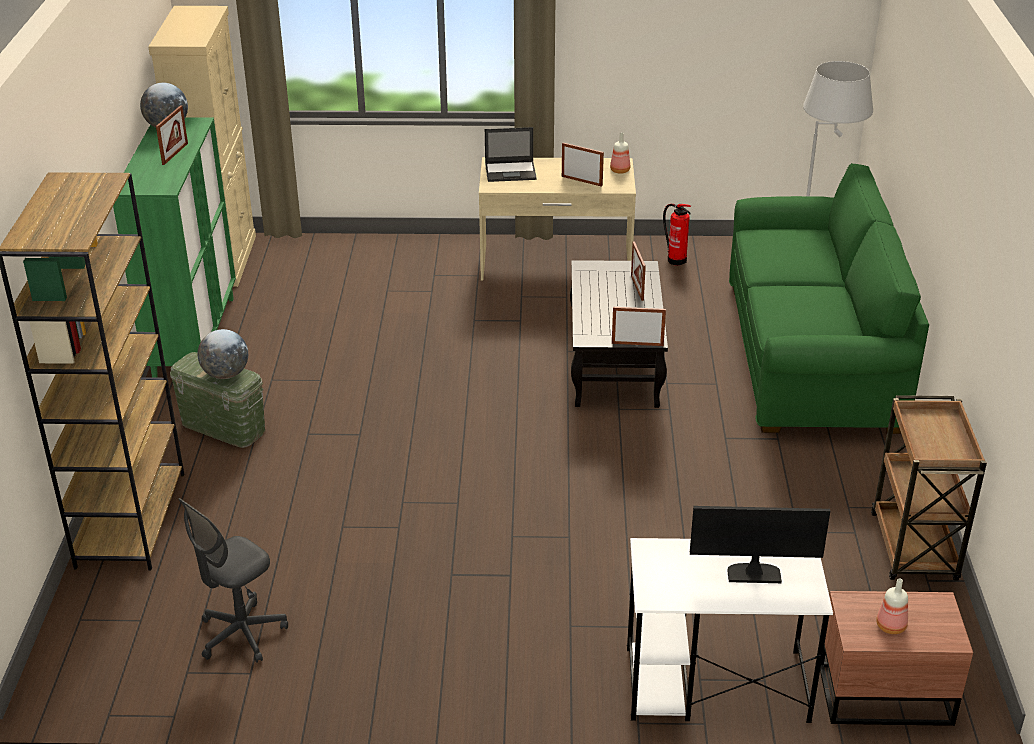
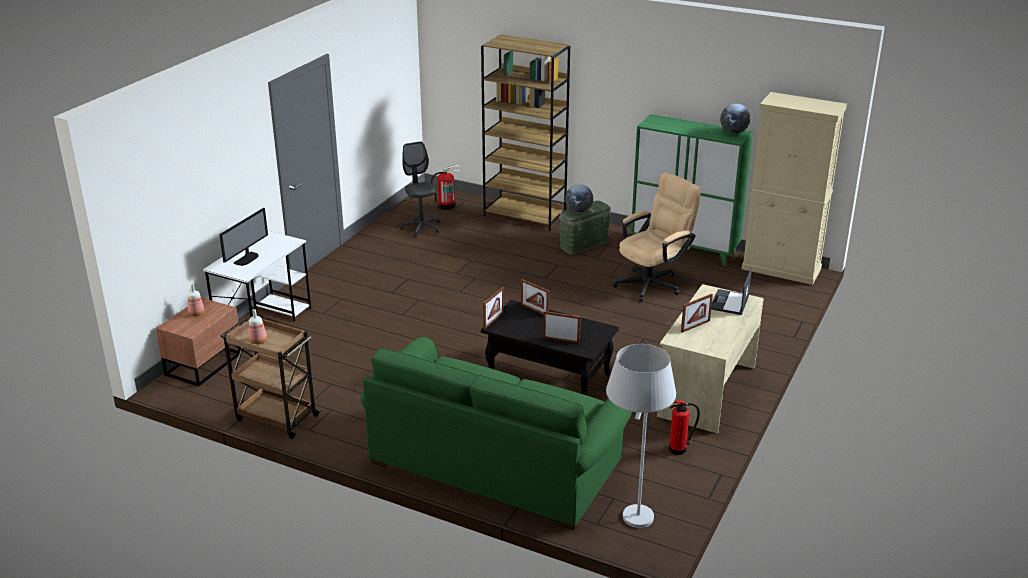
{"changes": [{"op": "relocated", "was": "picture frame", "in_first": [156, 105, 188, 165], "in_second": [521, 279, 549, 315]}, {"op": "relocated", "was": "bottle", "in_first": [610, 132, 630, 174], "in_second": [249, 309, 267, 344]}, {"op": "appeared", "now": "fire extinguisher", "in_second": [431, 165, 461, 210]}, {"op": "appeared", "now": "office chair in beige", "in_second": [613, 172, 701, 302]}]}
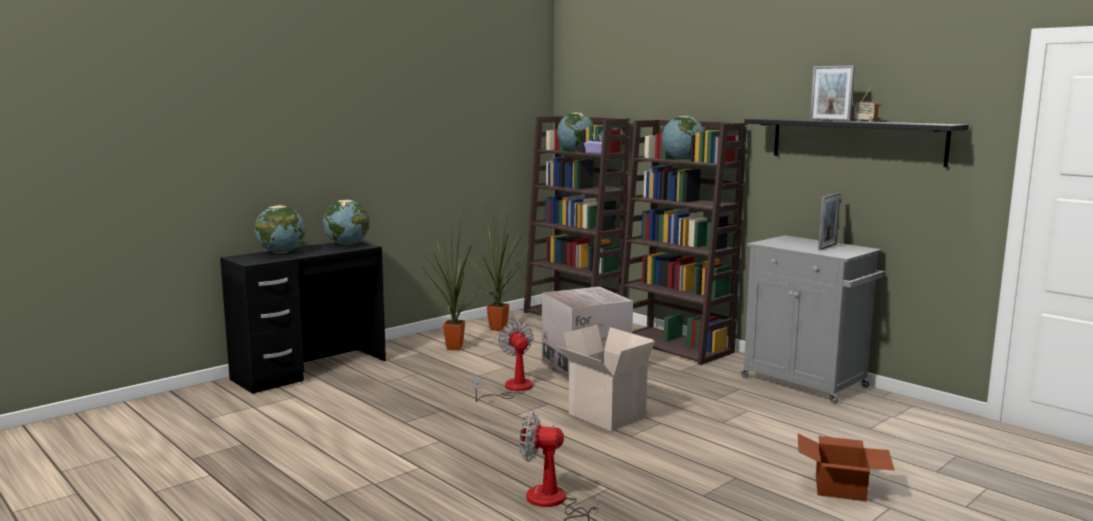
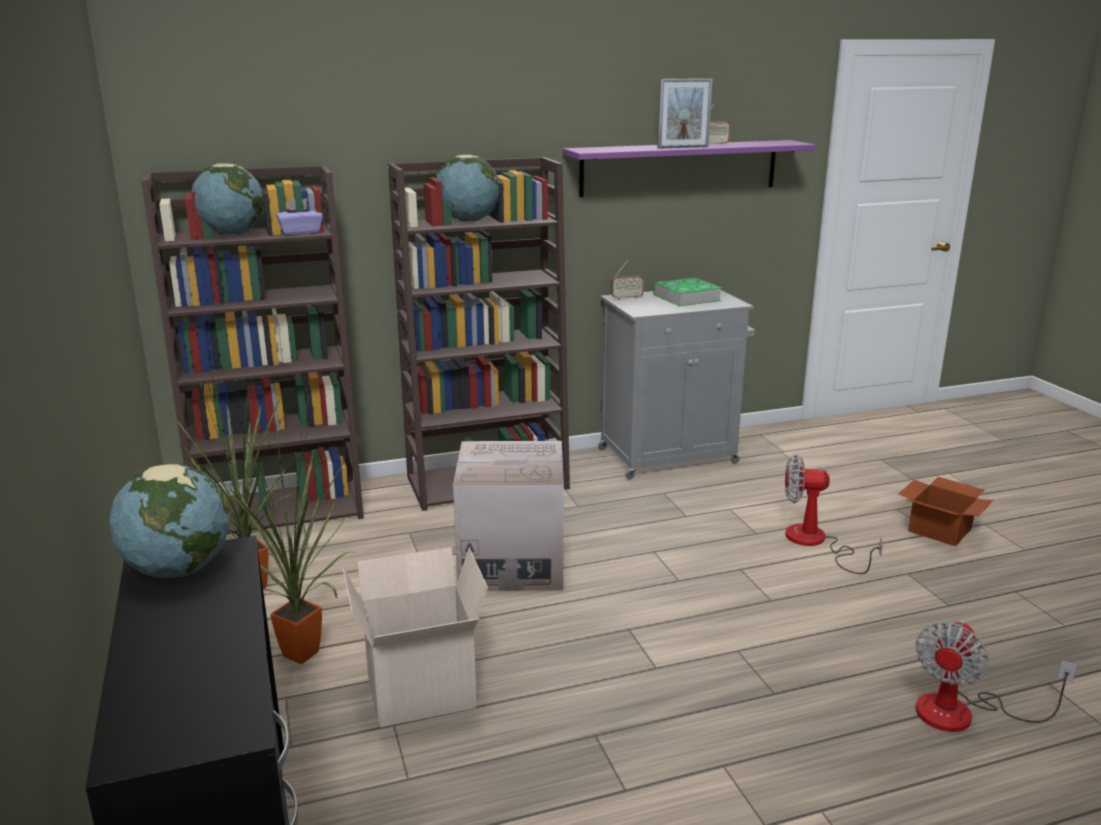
{"changes": [{"op": "missing", "was": "globe", "in_first": [255, 205, 305, 253]}, {"op": "relocated", "was": "fan", "in_first": [473, 321, 533, 402], "in_second": [785, 454, 883, 574]}, {"op": "relocated", "was": "cardboard box", "in_first": [557, 324, 655, 431], "in_second": [343, 547, 488, 728]}, {"op": "colour", "was": "shelf in black", "now": "shelf in purple", "in_first": [744, 118, 969, 167], "in_second": [563, 140, 816, 197]}, {"op": "exchanged", "was": "picture frame", "now": "book", "in_first": [818, 193, 841, 250], "in_second": [653, 277, 722, 306]}, {"op": "appeared", "now": "radio", "in_second": [611, 260, 644, 300]}]}
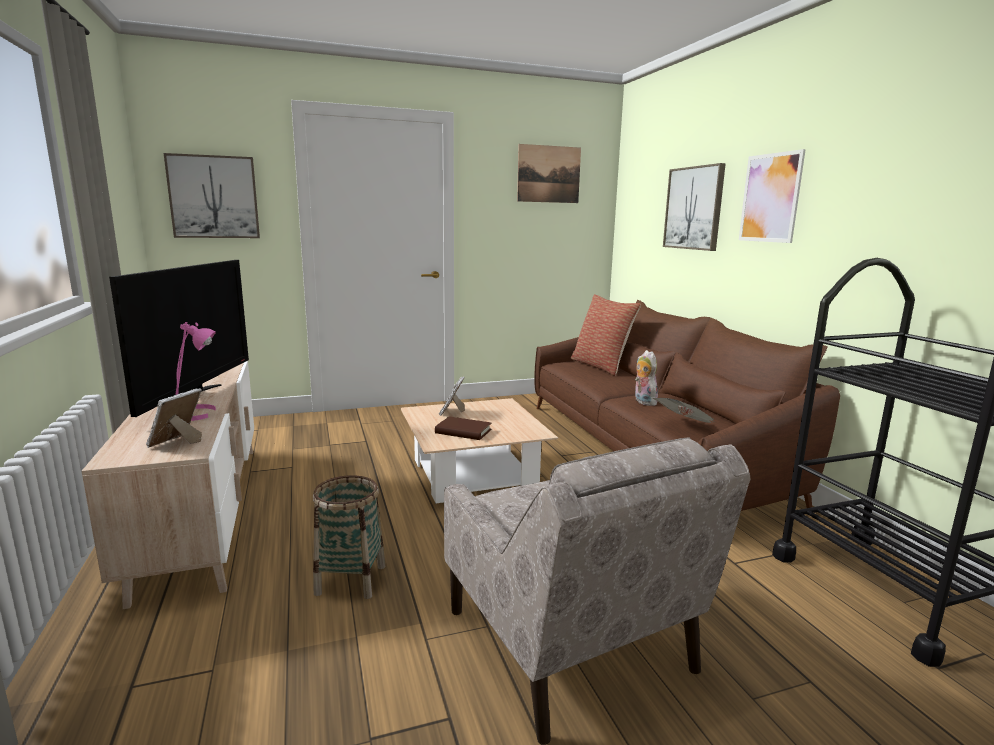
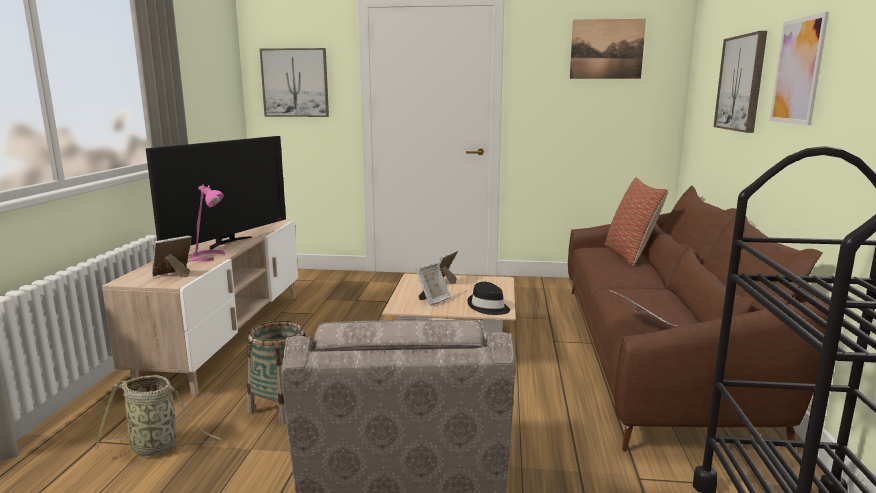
{"changes": [{"op": "exchanged", "was": "book in brown", "now": "picture frame", "in_first": [435, 417, 491, 440], "in_second": [415, 263, 451, 306]}, {"op": "missing", "was": "plush toy", "in_first": [635, 350, 658, 406]}, {"op": "appeared", "now": "basket", "in_second": [95, 375, 222, 456]}, {"op": "appeared", "now": "hat in black", "in_second": [467, 282, 510, 315]}]}
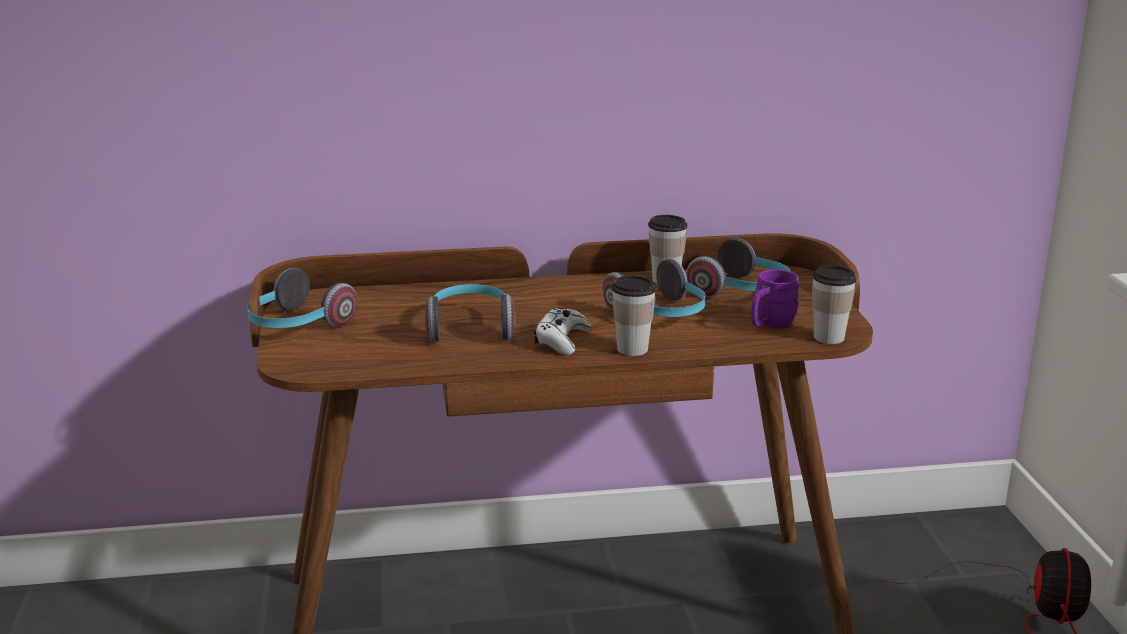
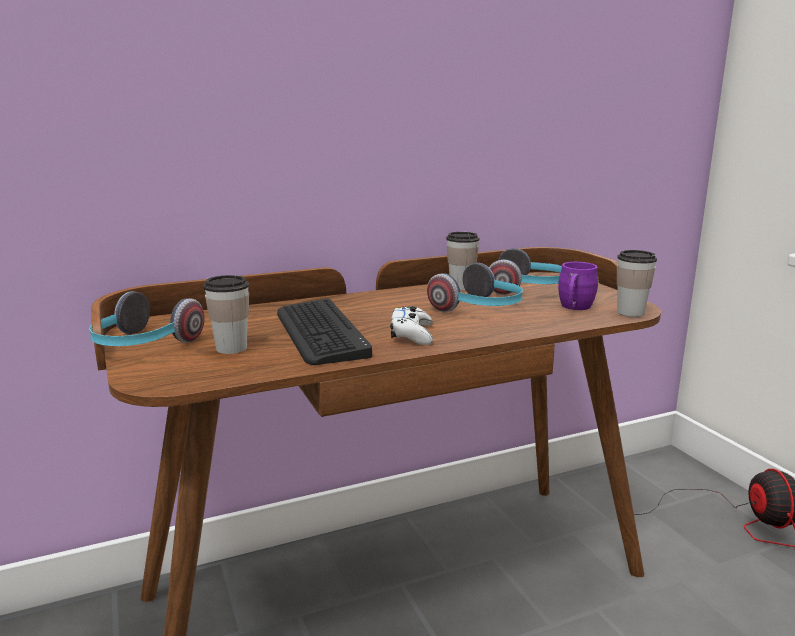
{"changes": [{"op": "exchanged", "was": "headphones", "now": "keyboard", "in_first": [424, 284, 516, 342], "in_second": [277, 299, 372, 365]}, {"op": "relocated", "was": "cup", "in_first": [612, 275, 656, 356], "in_second": [203, 275, 249, 354]}]}
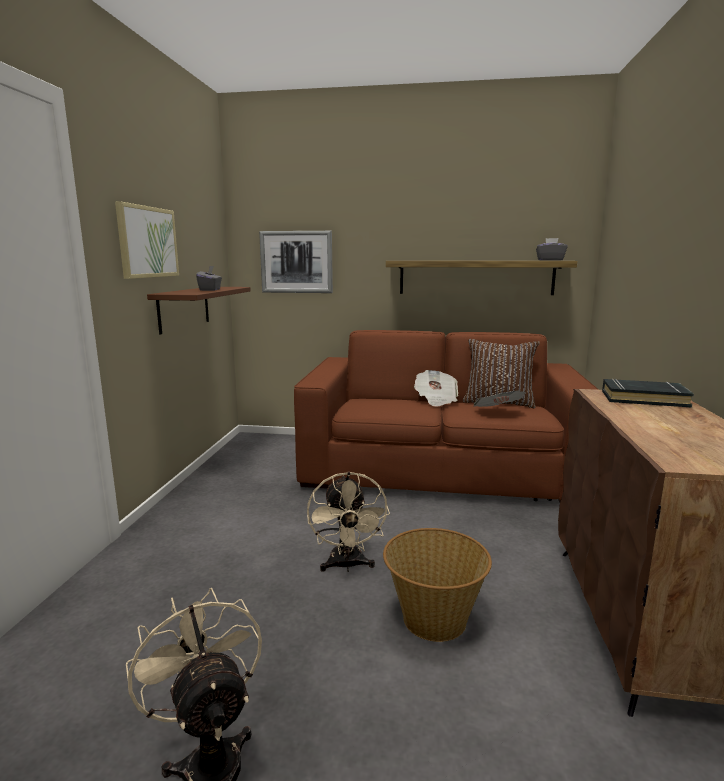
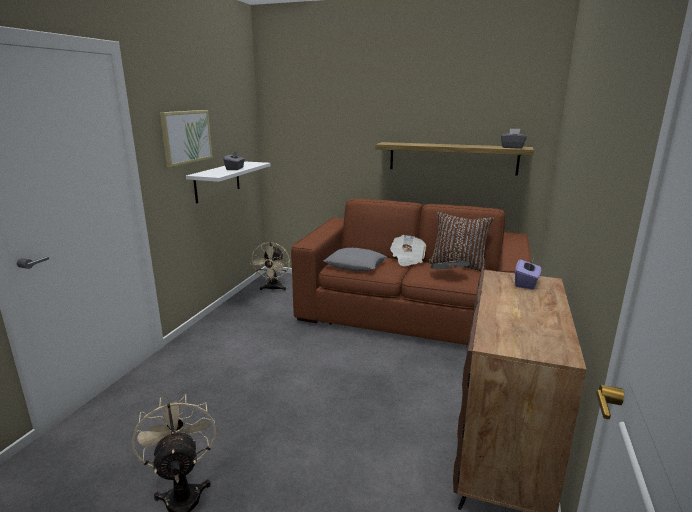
{"changes": [{"op": "colour", "was": "shelf in brown", "now": "shelf in white", "in_first": [147, 287, 251, 334], "in_second": [186, 161, 271, 204]}, {"op": "missing", "was": "picture", "in_first": [259, 231, 333, 293]}, {"op": "relocated", "was": "fan in beige", "in_first": [307, 472, 390, 572], "in_second": [250, 242, 290, 291]}, {"op": "missing", "was": "basket", "in_first": [383, 528, 492, 642]}, {"op": "exchanged", "was": "book in black", "now": "tissue box in purple", "in_first": [602, 379, 694, 408], "in_second": [515, 257, 541, 289]}, {"op": "appeared", "now": "pillow in grey", "in_second": [324, 248, 387, 271]}]}
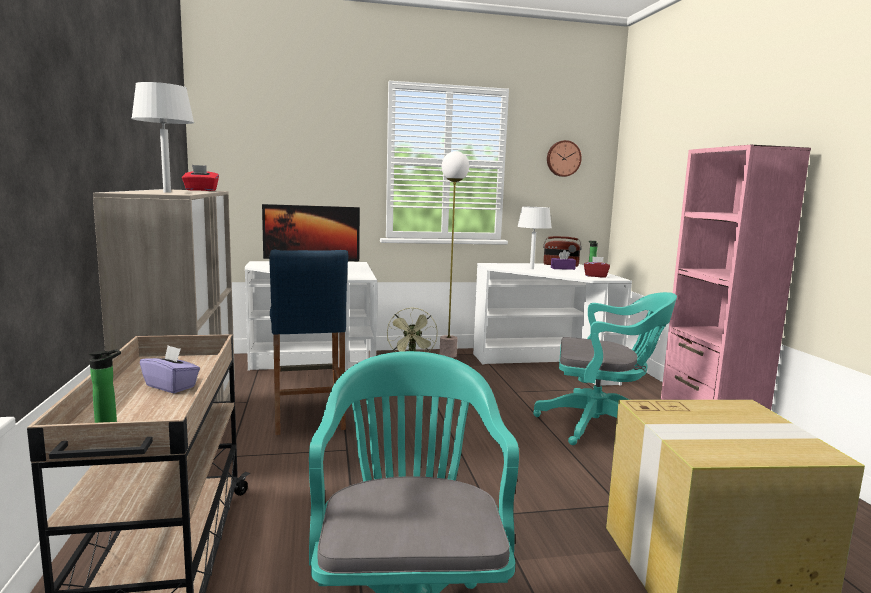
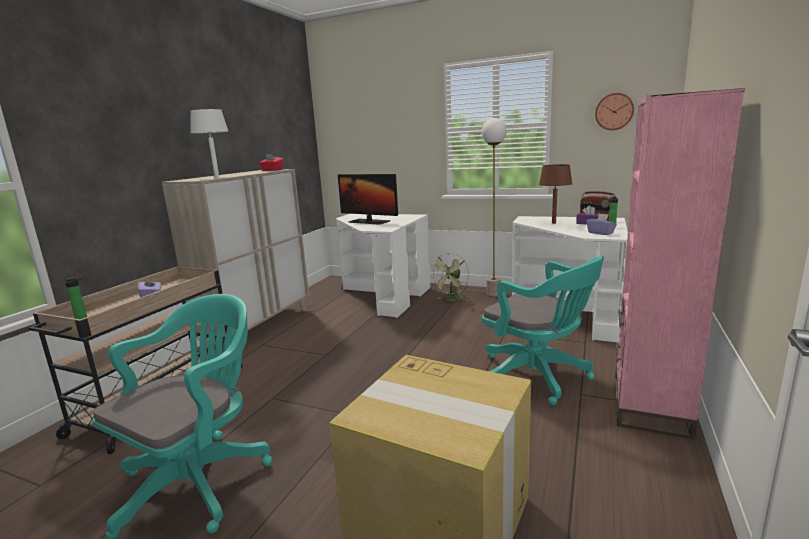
{"changes": [{"op": "missing", "was": "stool in blue", "in_first": [269, 249, 349, 435]}, {"op": "colour", "was": "table lamp in white", "now": "table lamp in brown", "in_first": [517, 207, 552, 269], "in_second": [539, 164, 572, 224]}, {"op": "colour", "was": "tissue box in red", "now": "tissue box in purple", "in_first": [584, 257, 610, 278], "in_second": [586, 213, 617, 235]}]}
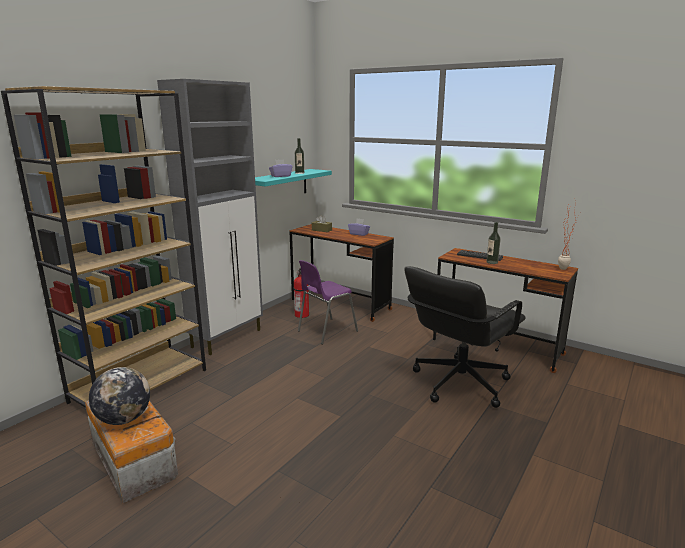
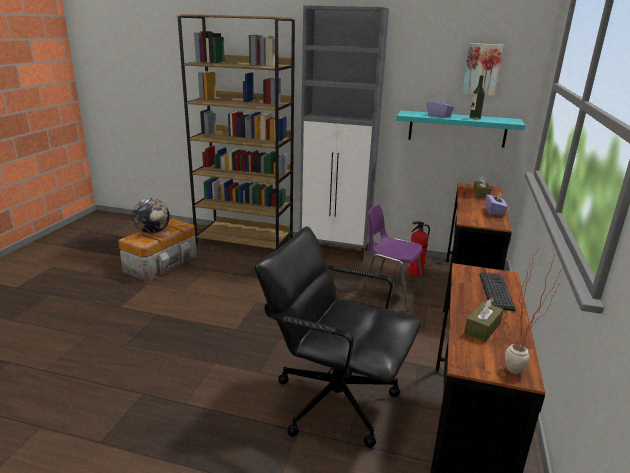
{"changes": [{"op": "missing", "was": "bottle", "in_first": [486, 222, 501, 264]}, {"op": "appeared", "now": "picture", "in_second": [462, 43, 503, 96]}, {"op": "appeared", "now": "tissue box in brown", "in_second": [464, 298, 503, 342]}]}
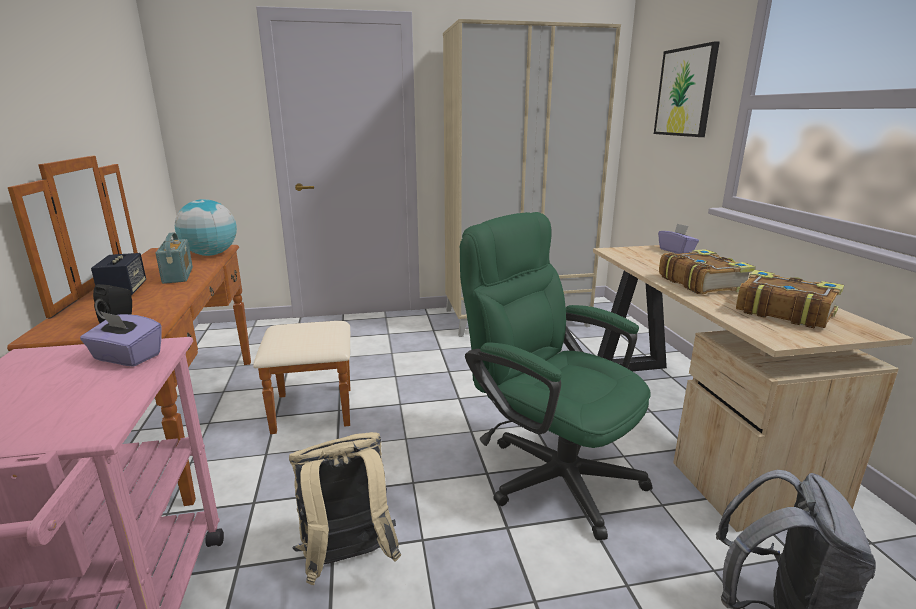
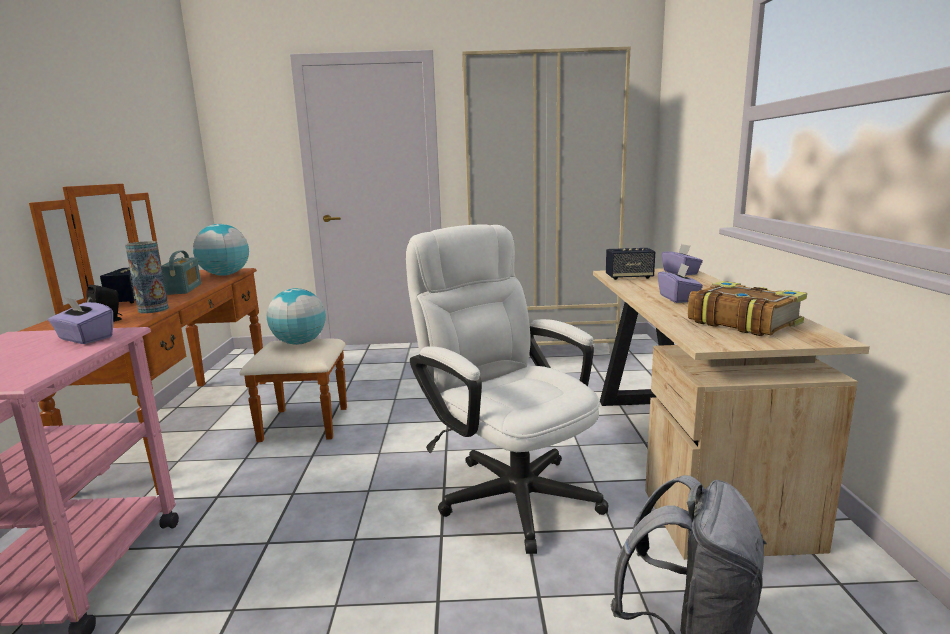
{"changes": [{"op": "missing", "was": "backpack in beige", "in_first": [289, 432, 401, 585]}, {"op": "colour", "was": "office chair in green", "now": "office chair in white", "in_first": [460, 212, 652, 540], "in_second": [406, 224, 608, 554]}, {"op": "missing", "was": "picture", "in_first": [654, 41, 719, 137]}, {"op": "exchanged", "was": "book", "now": "tissue box in purple", "in_first": [659, 249, 756, 294], "in_second": [658, 264, 703, 303]}, {"op": "appeared", "now": "vase", "in_second": [125, 241, 169, 313]}, {"op": "appeared", "now": "globe", "in_second": [267, 288, 326, 345]}, {"op": "appeared", "now": "speaker", "in_second": [606, 248, 655, 280]}]}
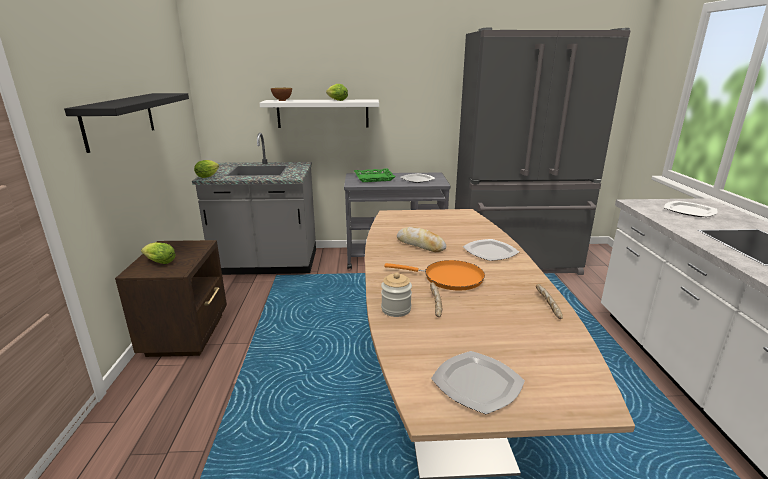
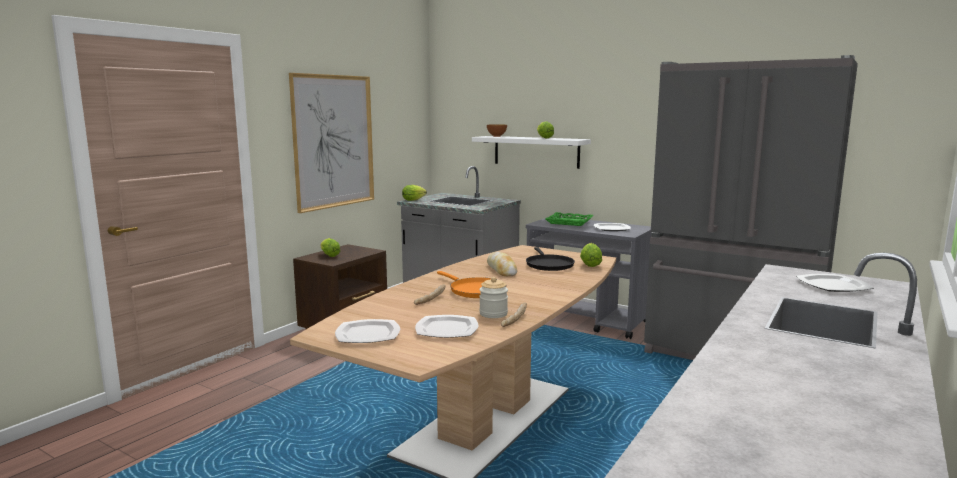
{"changes": [{"op": "exchanged", "was": "shelf in black", "now": "picture", "in_first": [64, 93, 189, 153], "in_second": [289, 73, 374, 213]}, {"op": "relocated", "was": "jar", "in_first": [381, 273, 412, 317], "in_second": [479, 277, 508, 318]}, {"op": "relocated", "was": "plate", "in_first": [463, 239, 519, 261], "in_second": [415, 315, 478, 338]}, {"op": "appeared", "now": "frying pan in black", "in_second": [526, 247, 575, 271]}, {"op": "appeared", "now": "lettuce", "in_second": [580, 243, 602, 267]}]}
